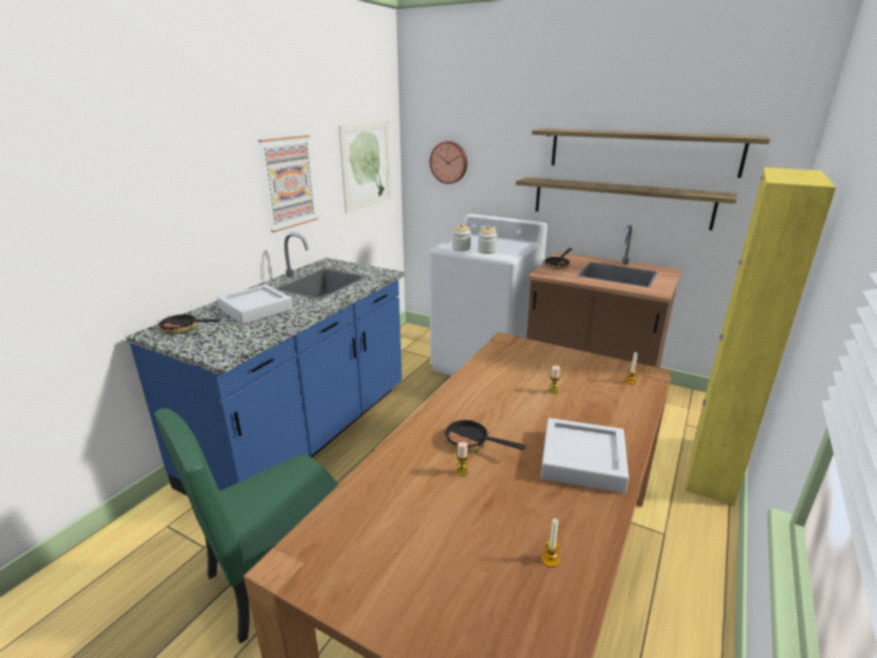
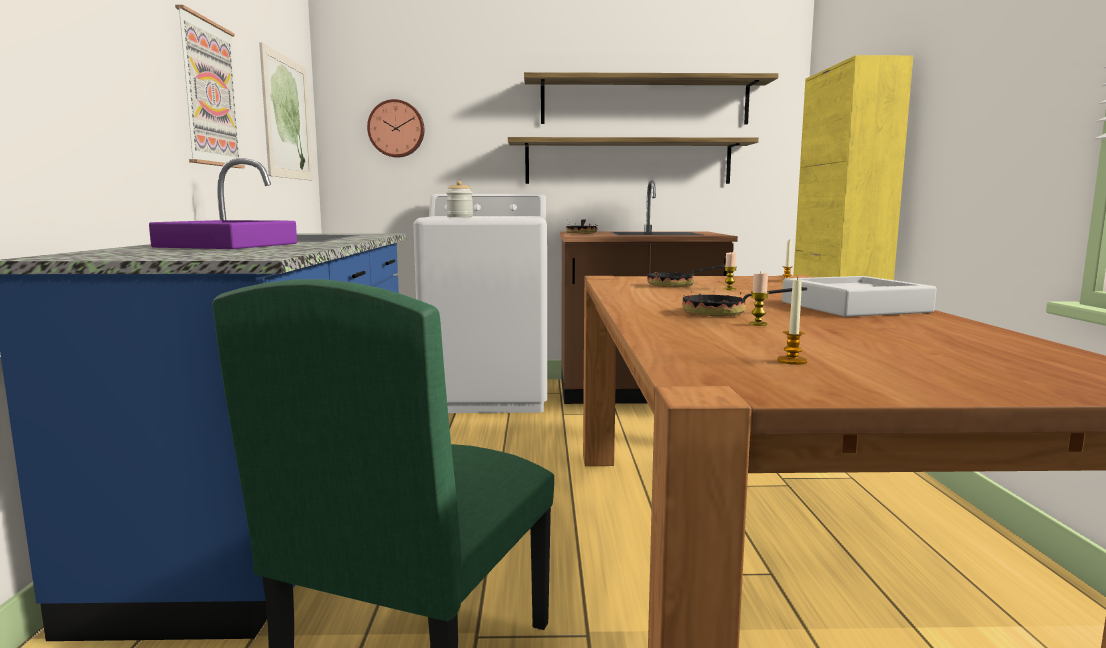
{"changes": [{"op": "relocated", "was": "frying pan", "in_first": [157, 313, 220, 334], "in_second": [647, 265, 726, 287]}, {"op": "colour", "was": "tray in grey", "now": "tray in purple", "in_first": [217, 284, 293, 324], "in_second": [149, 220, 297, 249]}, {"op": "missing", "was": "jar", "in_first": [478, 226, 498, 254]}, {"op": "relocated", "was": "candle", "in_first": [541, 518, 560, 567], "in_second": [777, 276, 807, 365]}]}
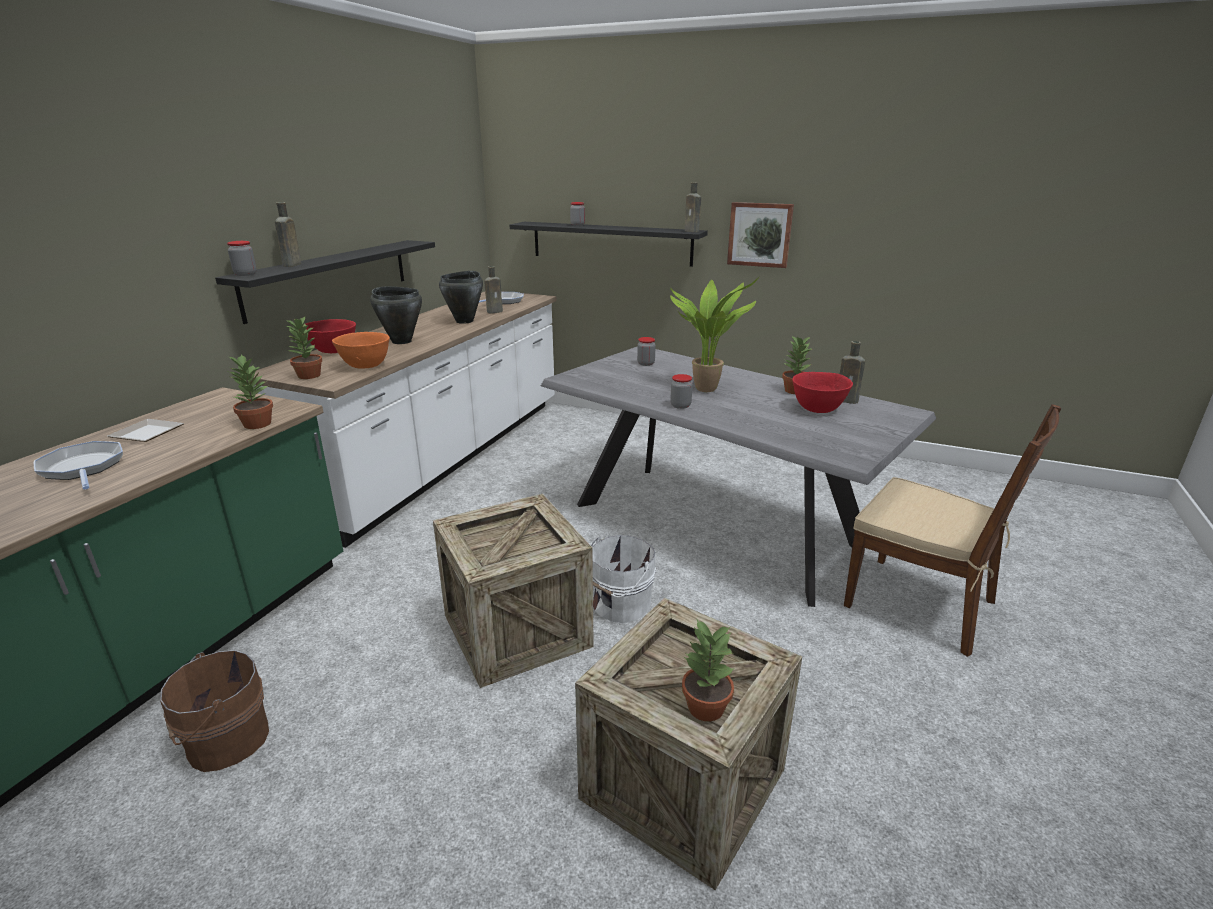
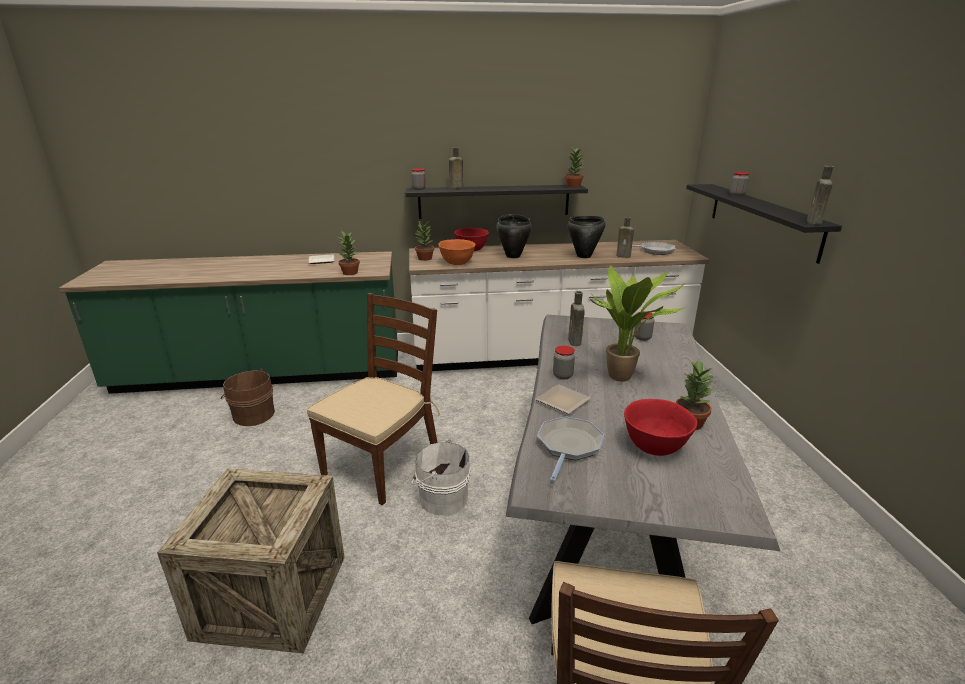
{"changes": [{"op": "relocated", "was": "frying pan", "in_first": [34, 441, 123, 489], "in_second": [537, 416, 604, 482]}, {"op": "exchanged", "was": "crate", "now": "chair in brown", "in_first": [433, 494, 594, 688], "in_second": [306, 293, 440, 505]}, {"op": "relocated", "was": "potted plant", "in_first": [682, 620, 735, 722], "in_second": [565, 146, 584, 188]}, {"op": "missing", "was": "picture", "in_first": [727, 202, 794, 268]}, {"op": "relocated", "was": "bottle in brown", "in_first": [840, 341, 865, 404], "in_second": [568, 291, 585, 346]}, {"op": "appeared", "now": "plate", "in_second": [535, 384, 591, 414]}]}
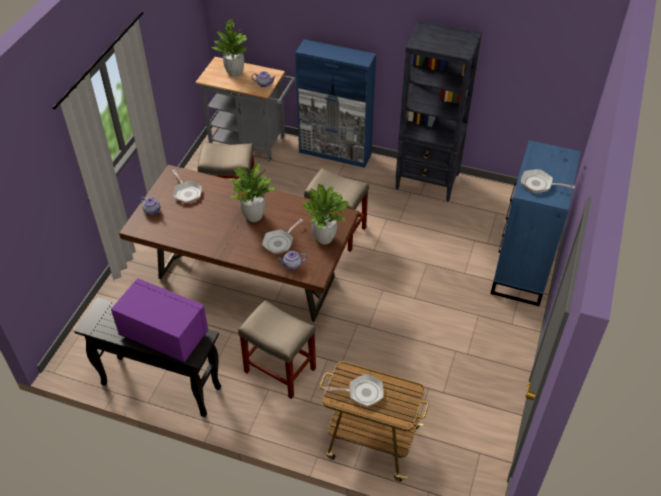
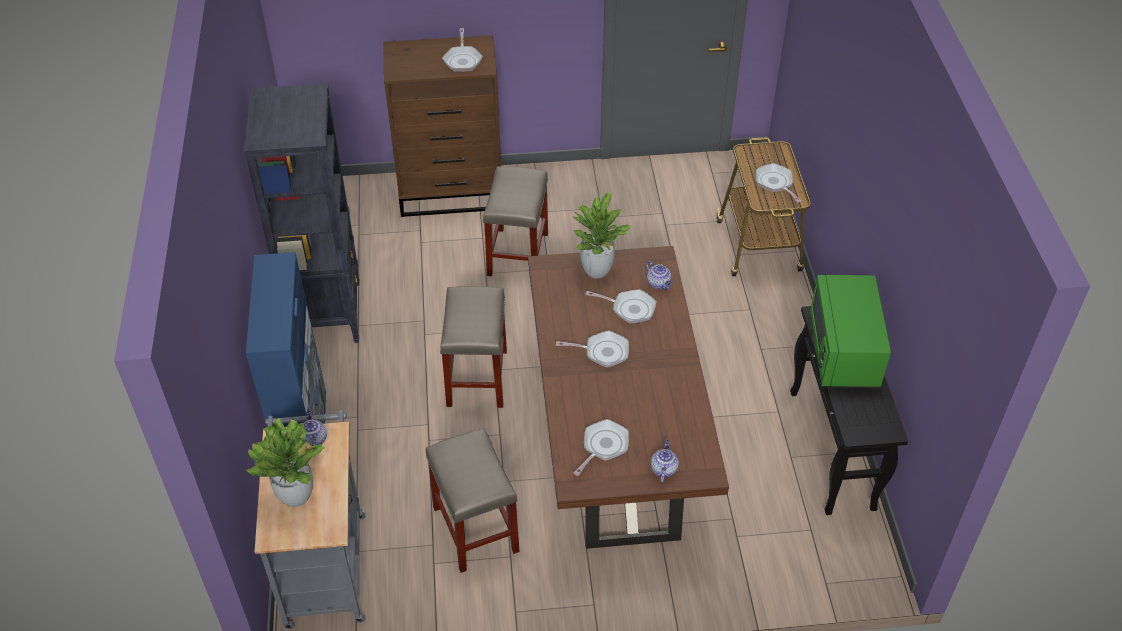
{"changes": [{"op": "colour", "was": "microwave in purple", "now": "microwave in green", "in_first": [111, 278, 208, 363], "in_second": [810, 275, 891, 389]}, {"op": "exchanged", "was": "potted plant", "now": "frying pan", "in_first": [231, 163, 275, 222], "in_second": [556, 330, 629, 368]}, {"op": "relocated", "was": "stool in beige", "in_first": [238, 300, 316, 399], "in_second": [483, 166, 548, 276]}, {"op": "colour", "was": "dresser in blue", "now": "dresser in brown", "in_first": [491, 140, 581, 306], "in_second": [383, 35, 501, 217]}]}
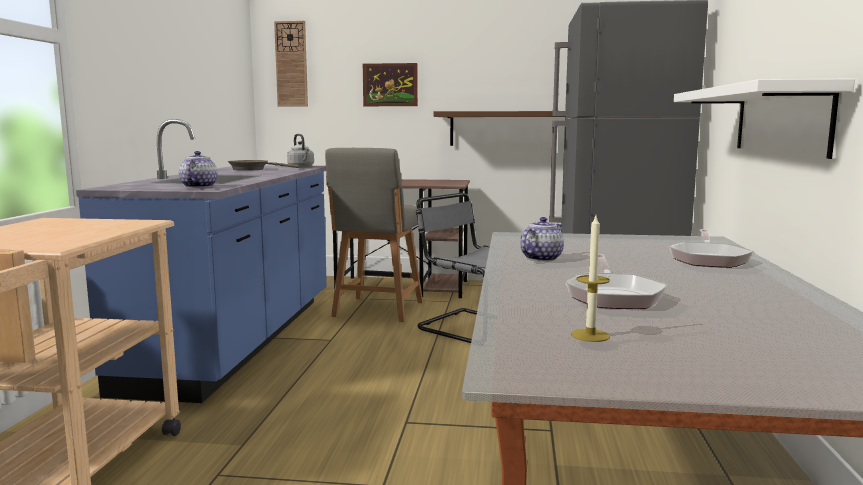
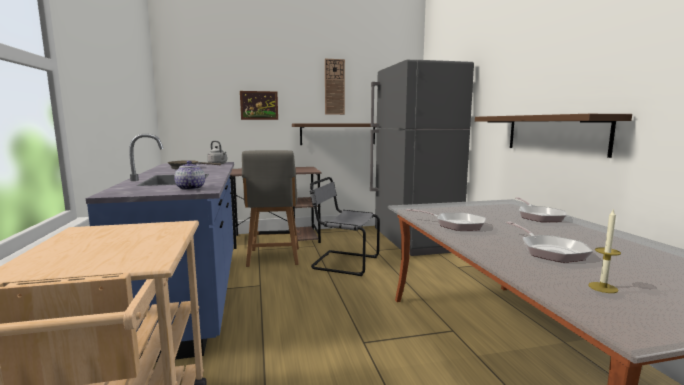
{"changes": [{"op": "relocated", "was": "wall clock", "in_first": [274, 21, 308, 107], "in_second": [325, 59, 345, 115]}, {"op": "exchanged", "was": "teapot", "now": "frying pan", "in_first": [520, 217, 564, 262], "in_second": [406, 209, 486, 231]}, {"op": "colour", "was": "shelf in white", "now": "shelf in brown", "in_first": [674, 79, 855, 159], "in_second": [475, 114, 632, 158]}]}
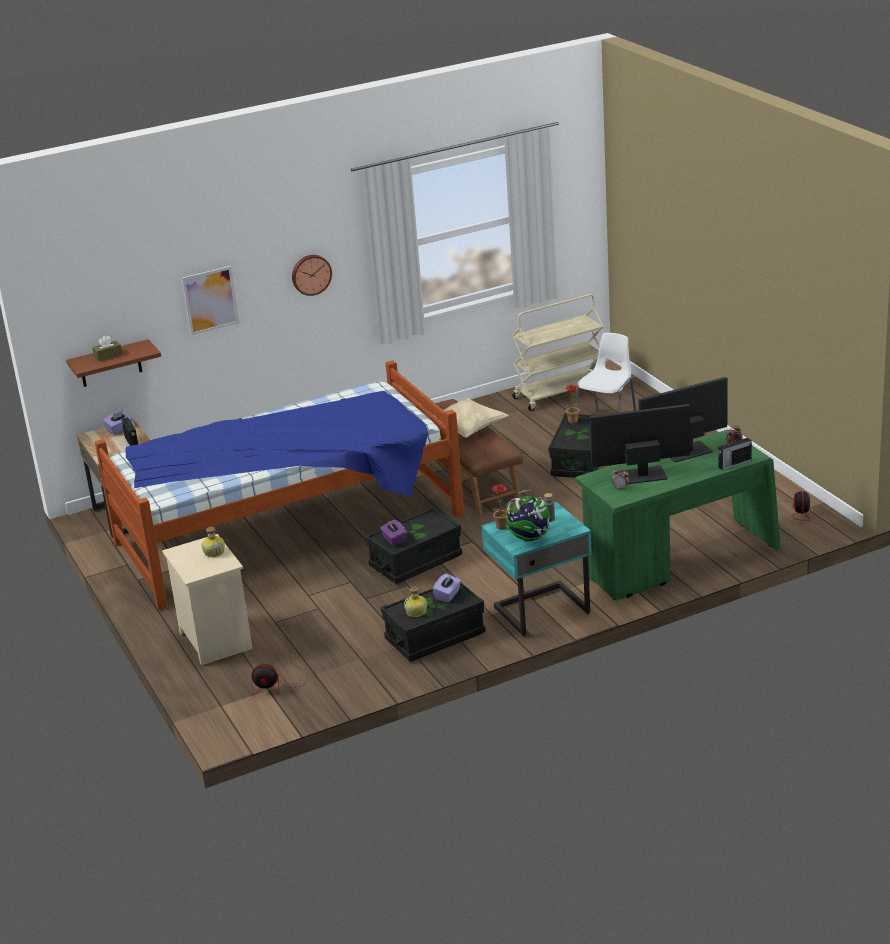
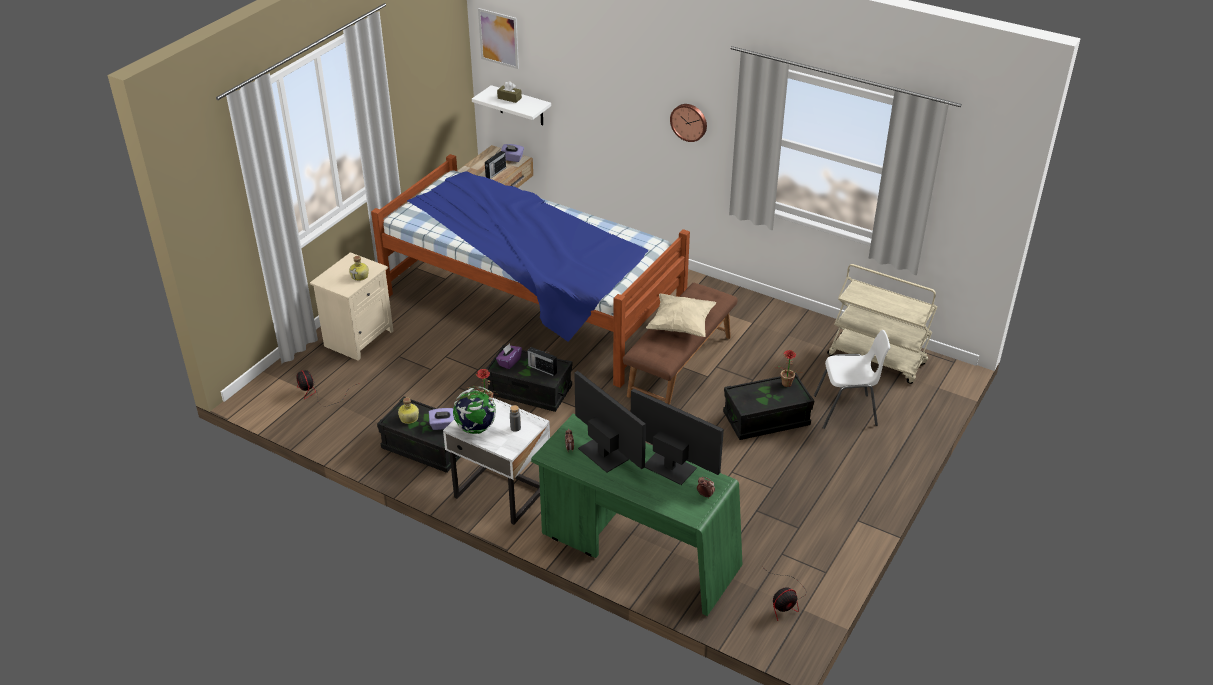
{"changes": [{"op": "colour", "was": "shelf in brown", "now": "shelf in white", "in_first": [66, 339, 161, 387], "in_second": [472, 85, 551, 125]}, {"op": "relocated", "was": "picture", "in_first": [182, 266, 239, 335], "in_second": [478, 8, 519, 69]}, {"op": "colour", "was": "nightstand in turquoise", "now": "nightstand in white", "in_first": [481, 502, 592, 637], "in_second": [443, 398, 550, 525]}, {"op": "relocated", "was": "radio", "in_first": [718, 434, 752, 470], "in_second": [527, 347, 557, 376]}]}
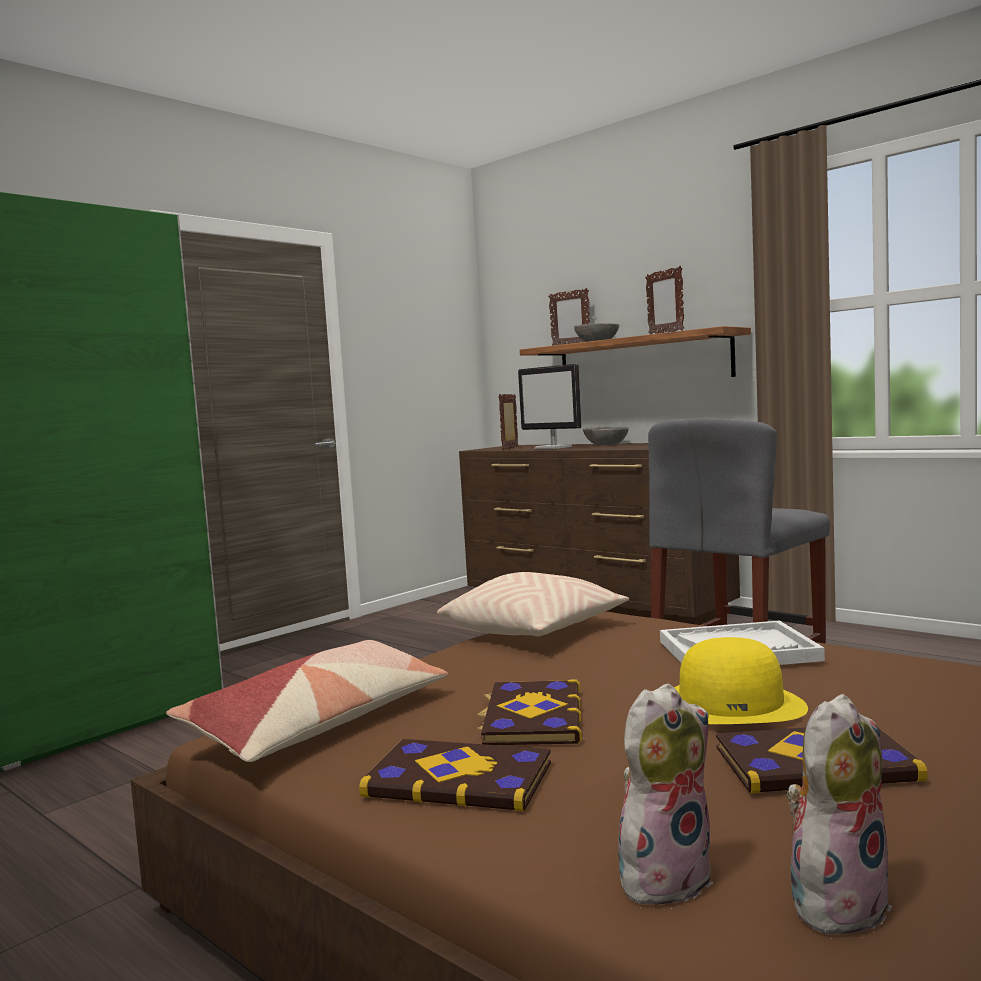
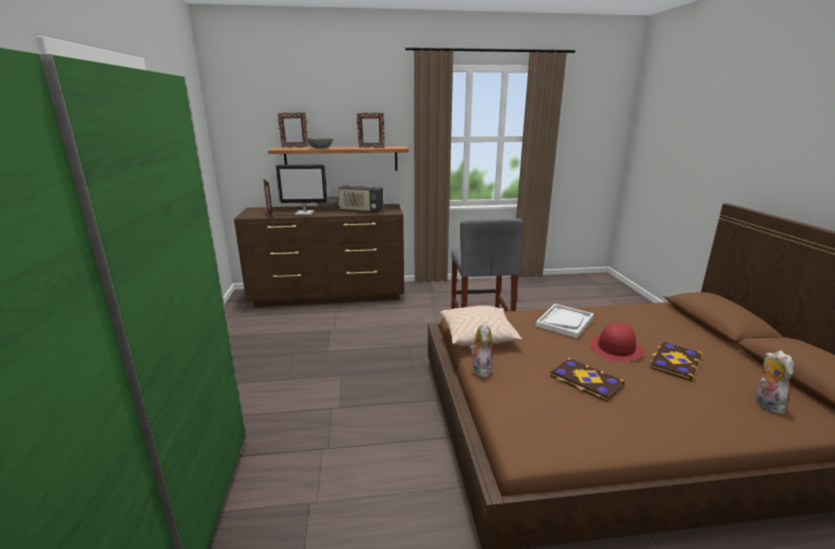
{"changes": [{"op": "missing", "was": "pillow", "in_first": [166, 640, 448, 762]}, {"op": "missing", "was": "book", "in_first": [359, 739, 551, 811]}, {"op": "relocated", "was": "plush toy", "in_first": [618, 683, 713, 909], "in_second": [470, 321, 493, 377]}, {"op": "colour", "was": "hat in yellow", "now": "hat in red", "in_first": [674, 637, 808, 724], "in_second": [590, 323, 644, 362]}, {"op": "appeared", "now": "radio", "in_second": [338, 185, 384, 213]}]}
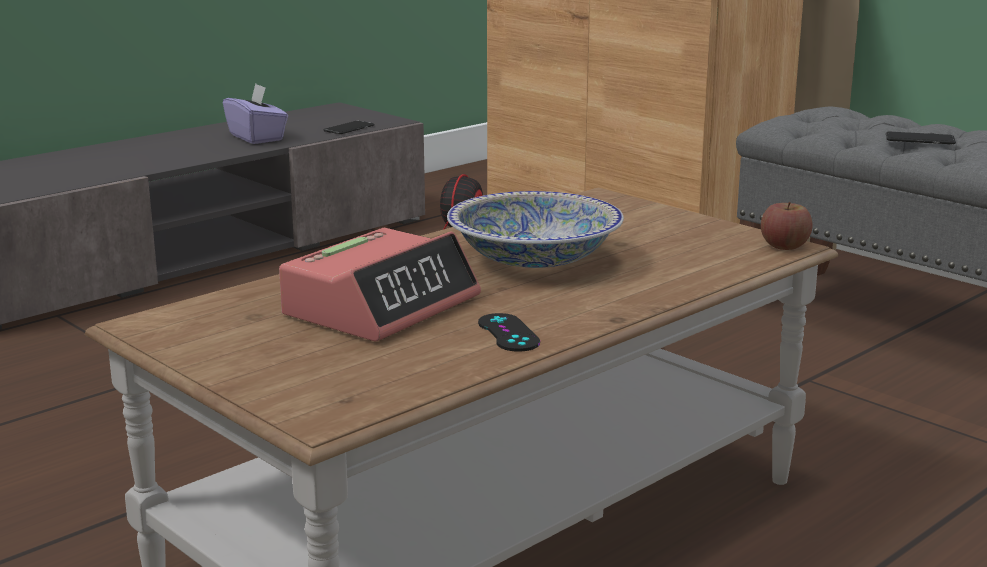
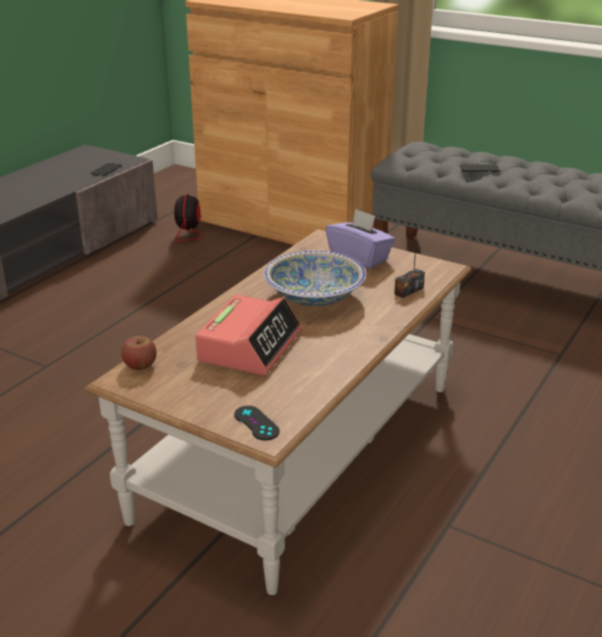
{"changes": [{"op": "relocated", "was": "tissue box in purple", "in_first": [223, 83, 288, 144], "in_second": [325, 209, 395, 269]}, {"op": "relocated", "was": "game controller in black", "in_first": [478, 313, 540, 352], "in_second": [234, 406, 280, 441]}, {"op": "relocated", "was": "apple", "in_first": [761, 202, 813, 250], "in_second": [121, 336, 157, 370]}, {"op": "appeared", "now": "radio", "in_second": [394, 207, 425, 298]}]}
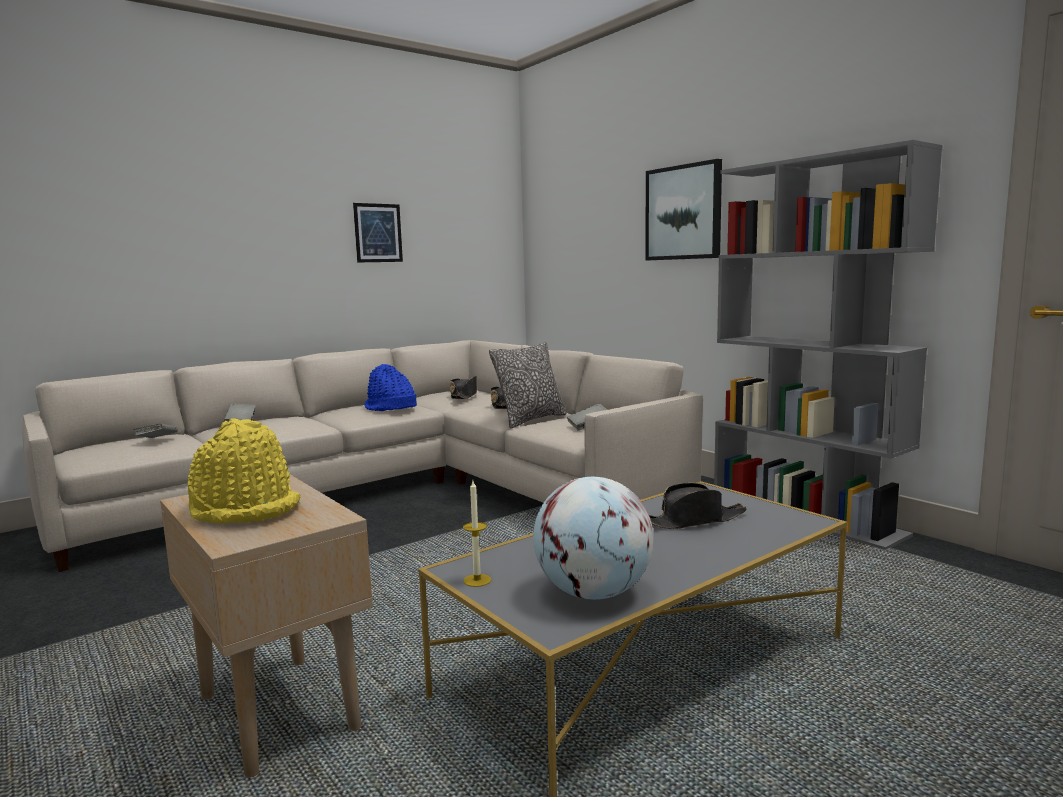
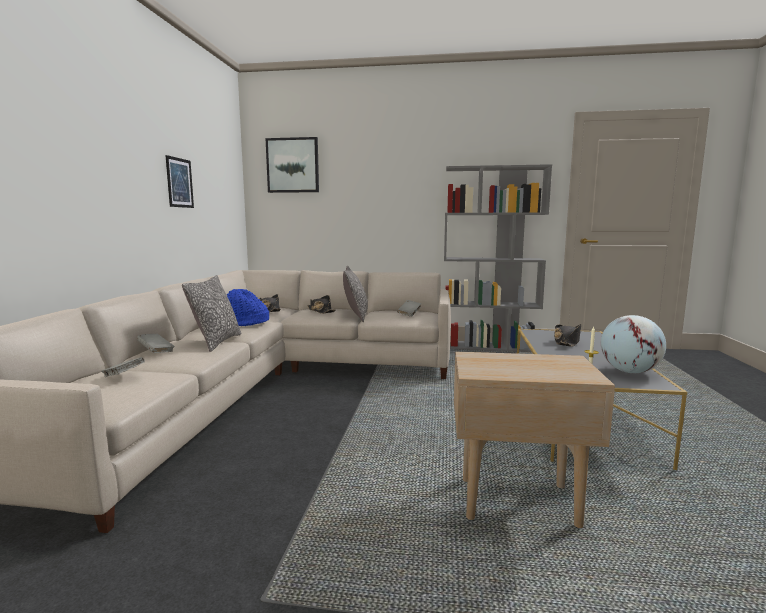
{"changes": [{"op": "missing", "was": "hat in yellow", "in_first": [188, 418, 301, 524]}, {"op": "relocated", "was": "picture", "in_first": [646, 159, 722, 260], "in_second": [265, 137, 319, 193]}, {"op": "appeared", "now": "pillow", "in_second": [182, 275, 241, 352]}]}
